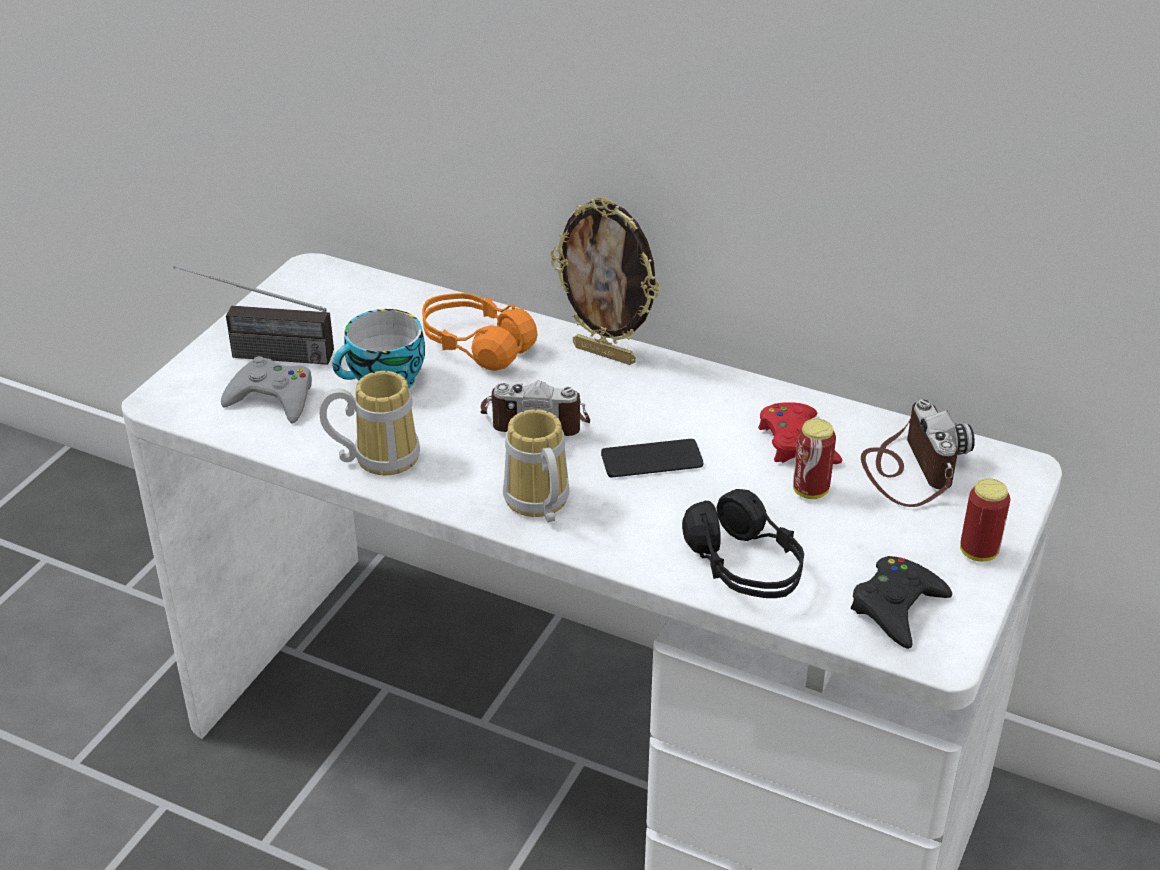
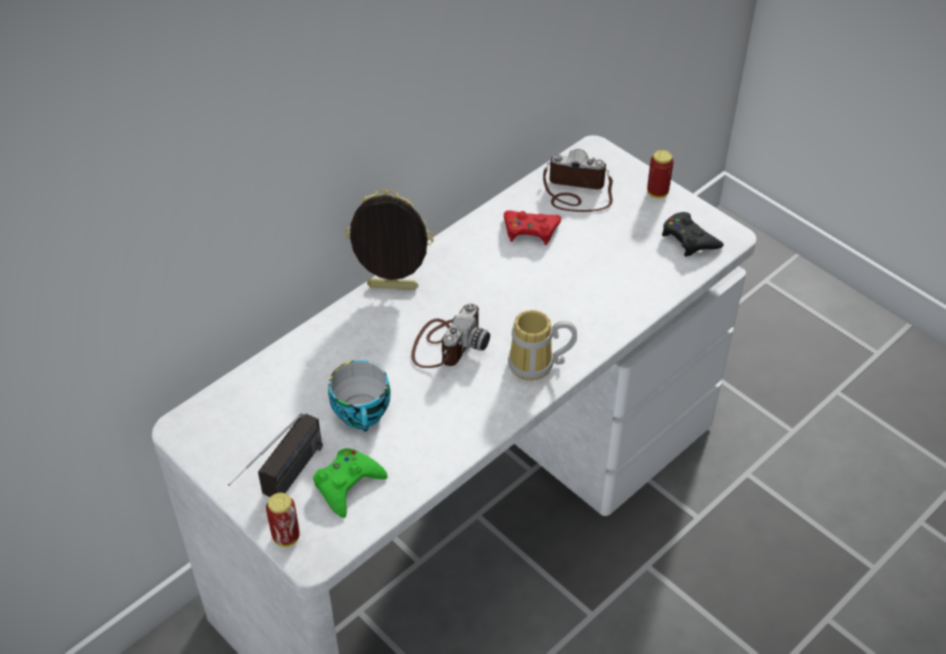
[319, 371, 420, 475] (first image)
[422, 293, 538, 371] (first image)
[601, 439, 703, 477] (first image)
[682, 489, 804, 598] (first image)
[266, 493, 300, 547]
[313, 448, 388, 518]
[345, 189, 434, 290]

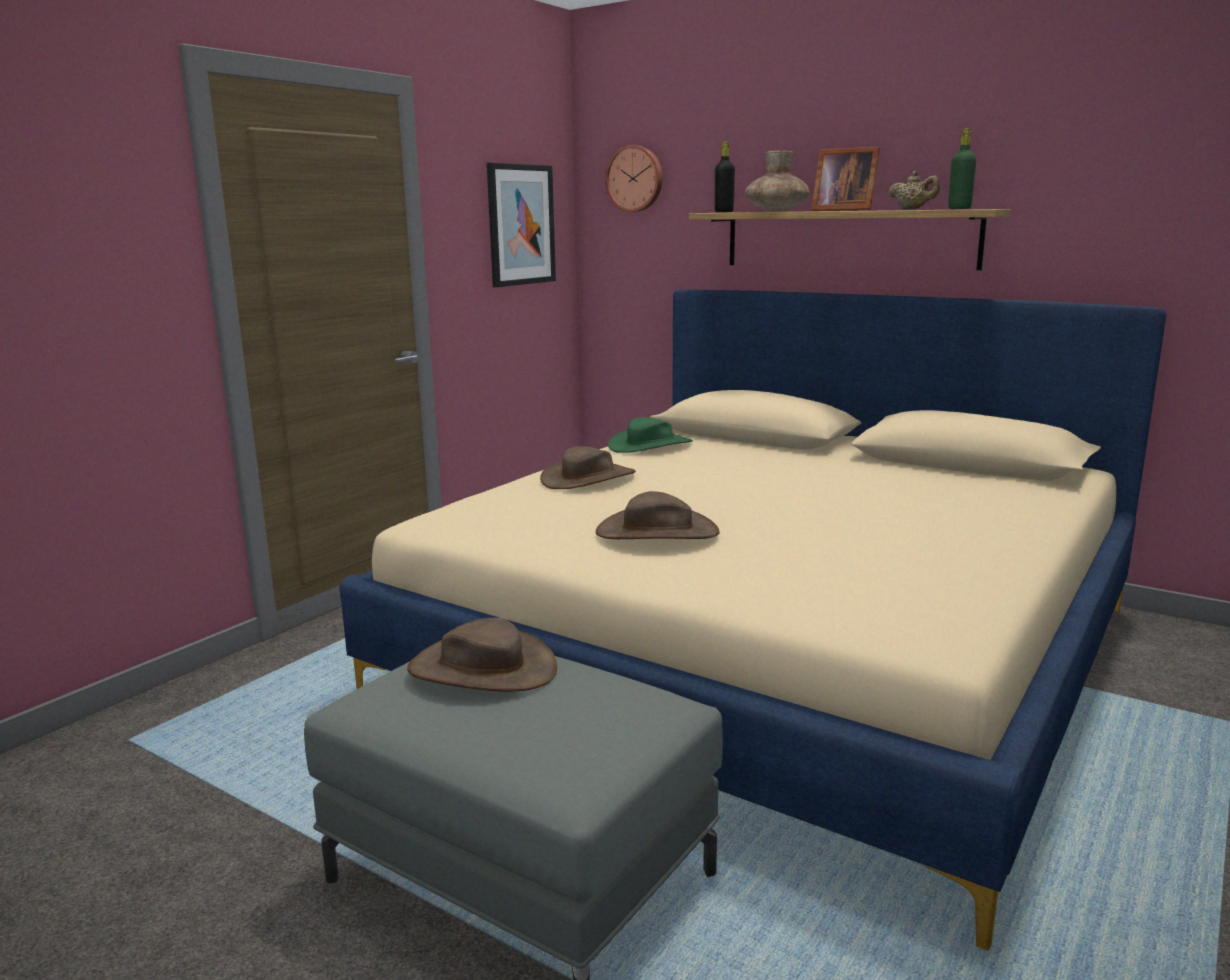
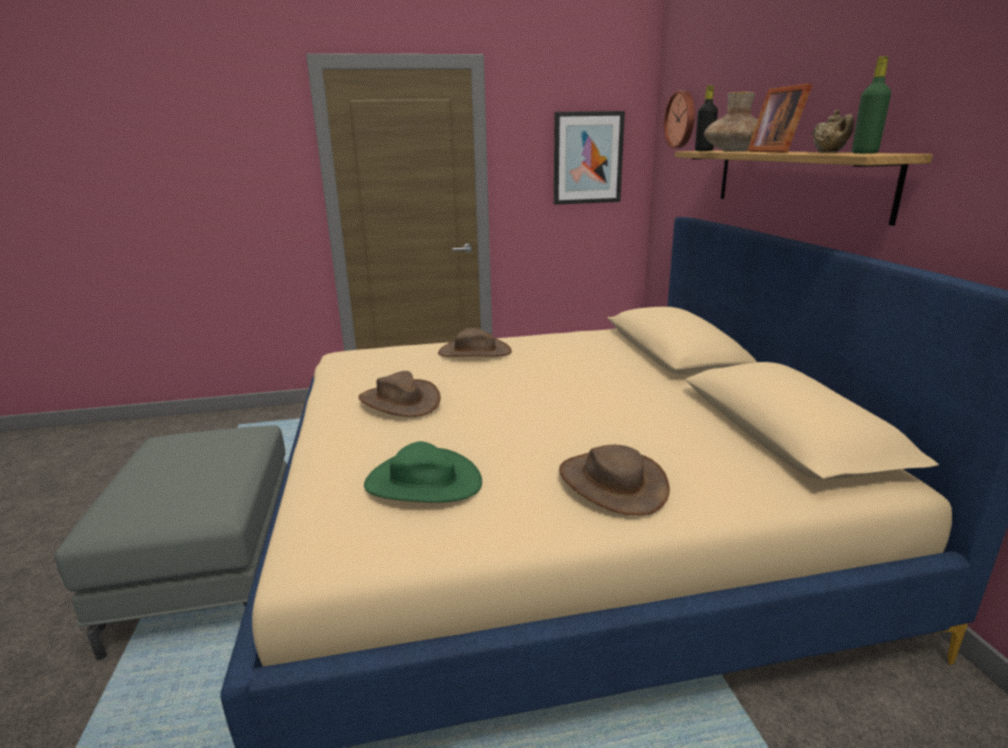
[559, 445, 670, 516]
[364, 441, 482, 503]

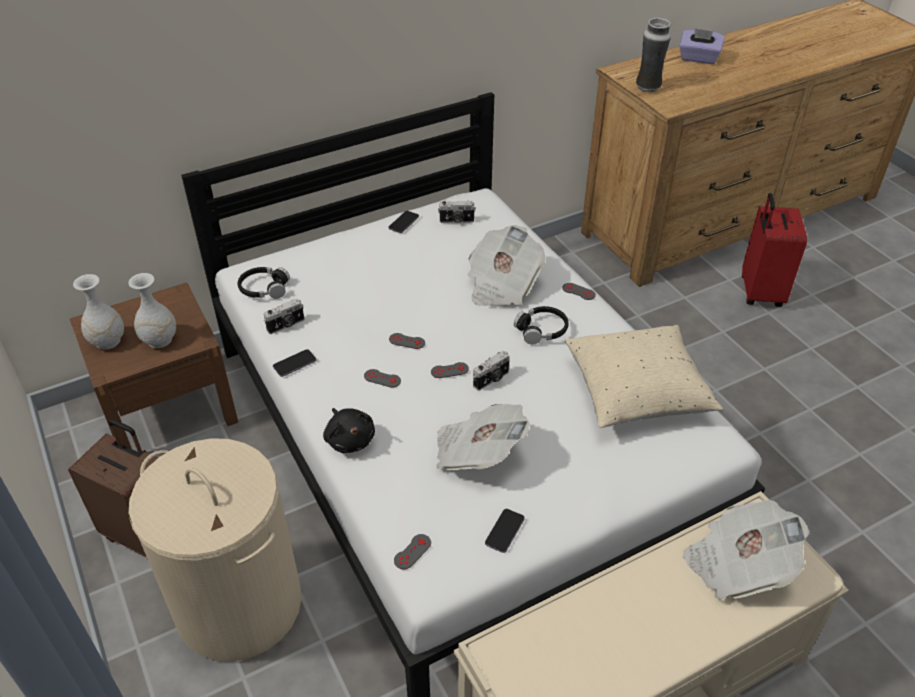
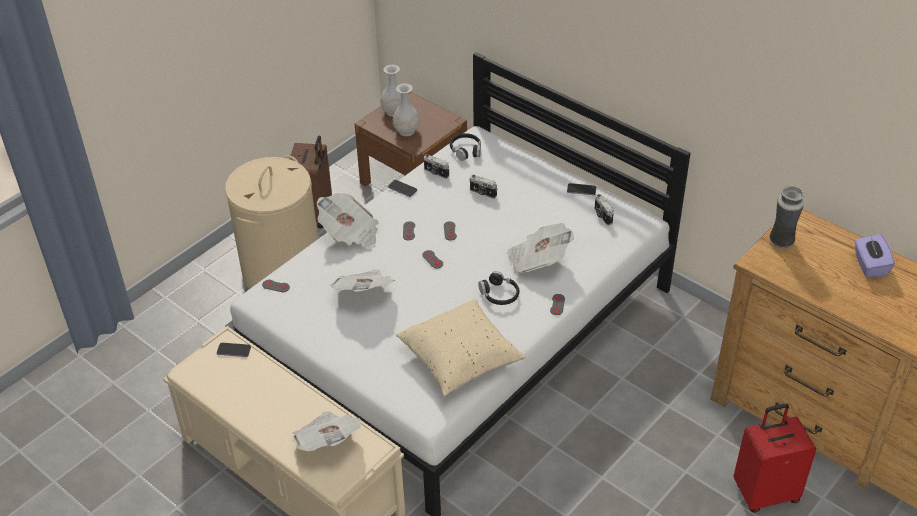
[469, 175, 497, 199]
[217, 343, 251, 357]
[317, 193, 379, 248]

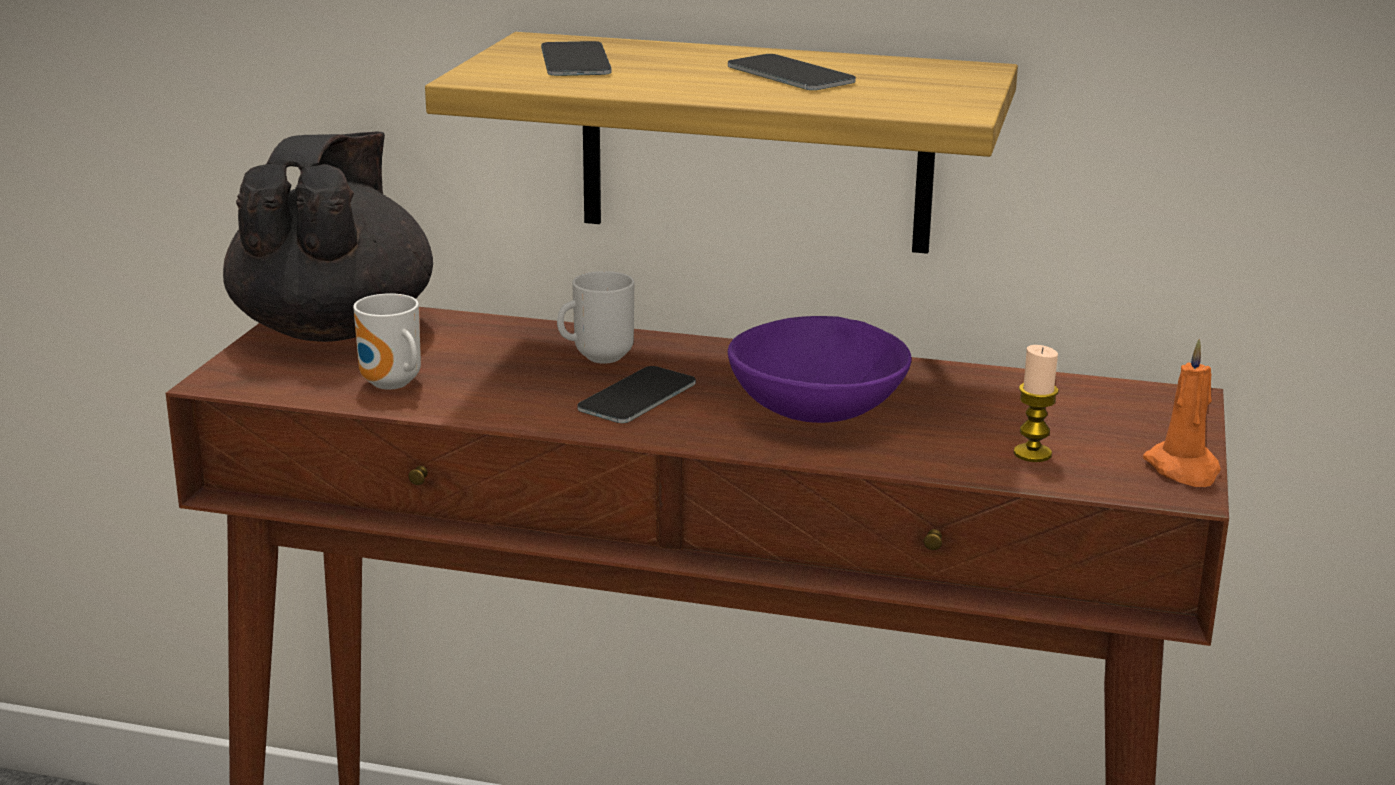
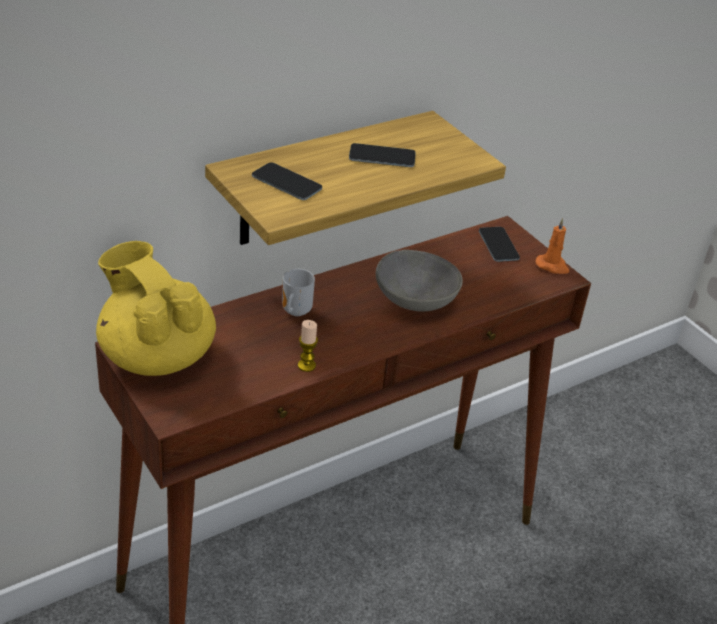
[353, 293, 421, 390] (first image)
[479, 227, 520, 262]
[298, 320, 318, 372]
[96, 241, 216, 376]
[376, 250, 463, 312]

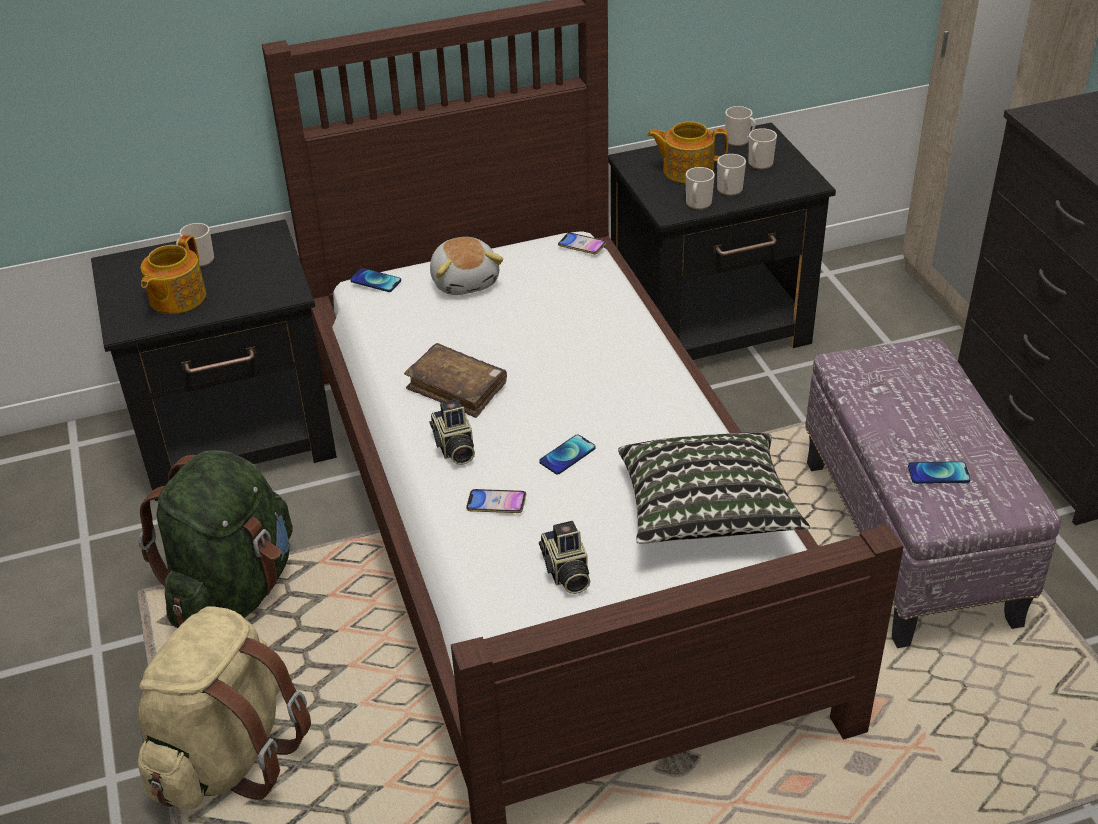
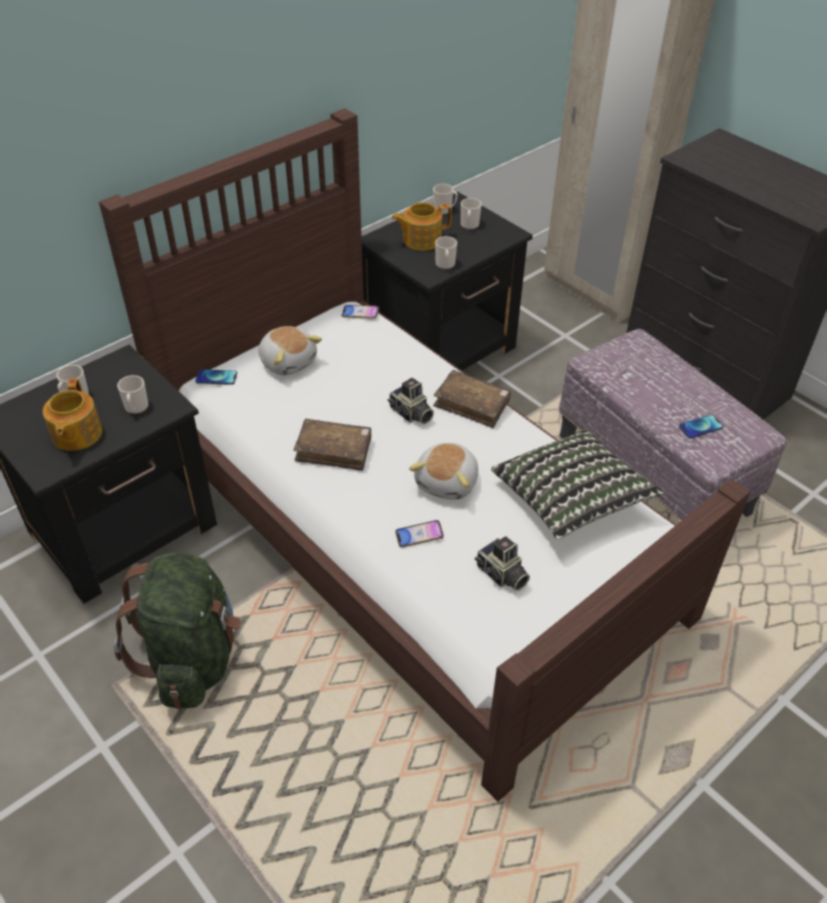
[138, 606, 311, 810] (first image)
[433, 370, 511, 428]
[388, 378, 434, 424]
[117, 375, 148, 414]
[409, 443, 478, 500]

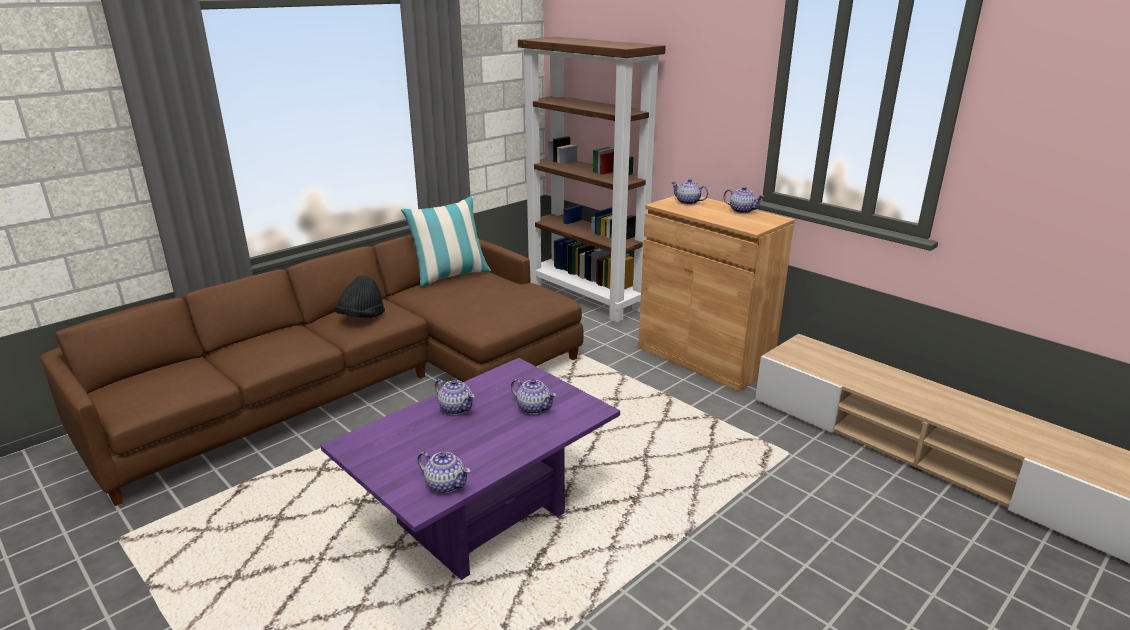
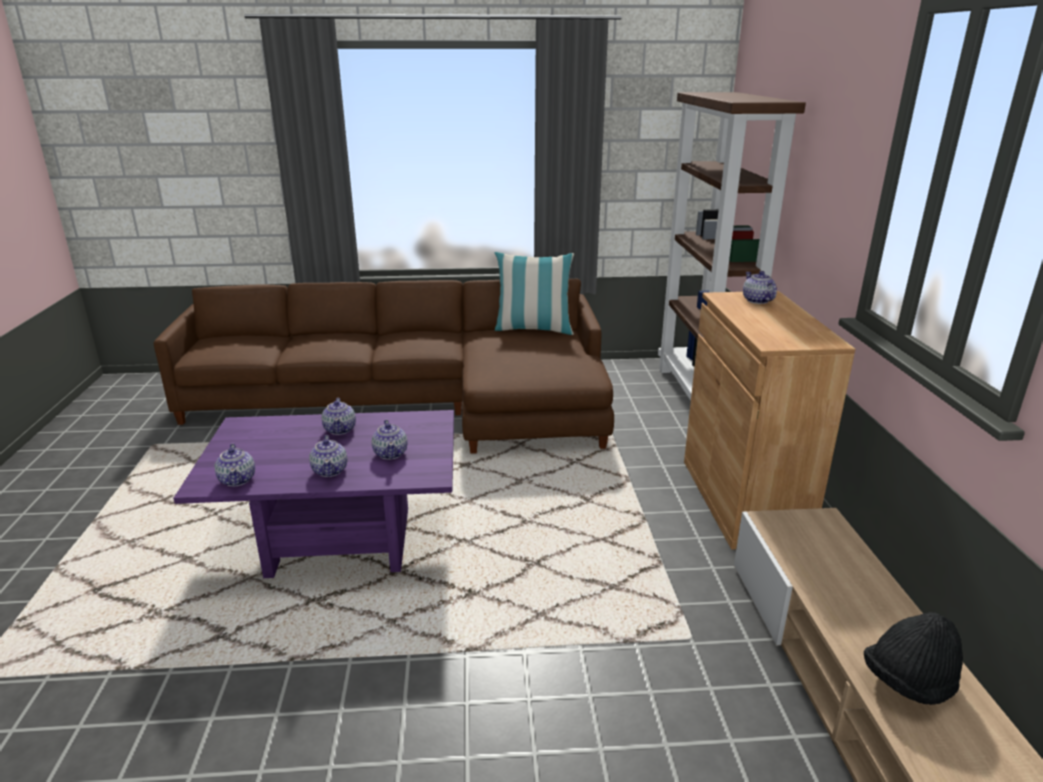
[864, 612, 963, 705]
[309, 435, 347, 477]

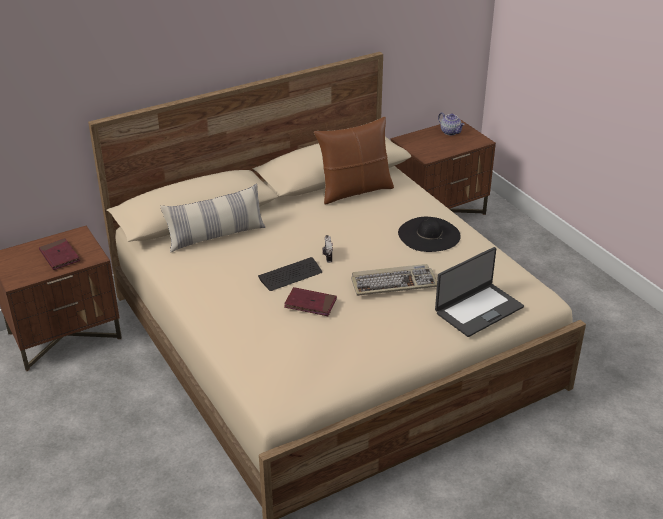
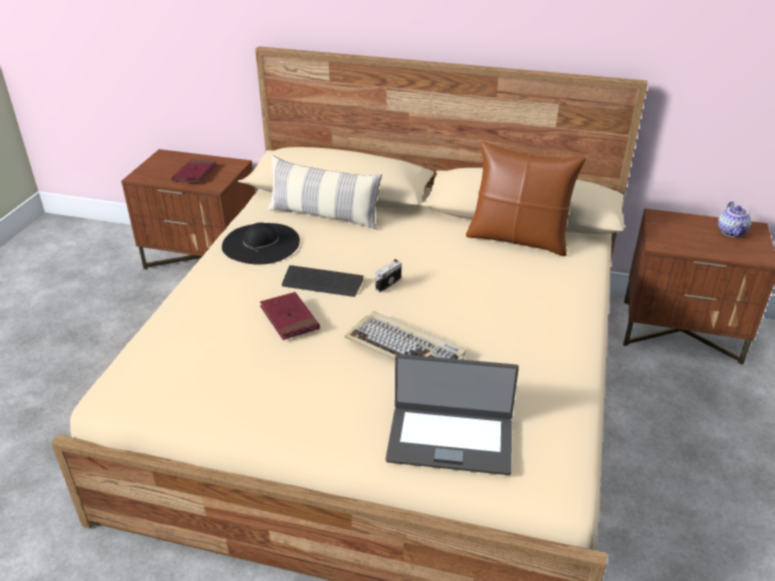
[222, 222, 300, 265]

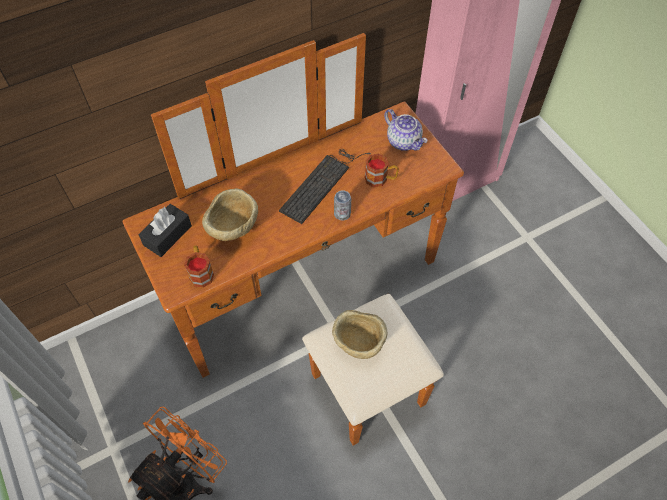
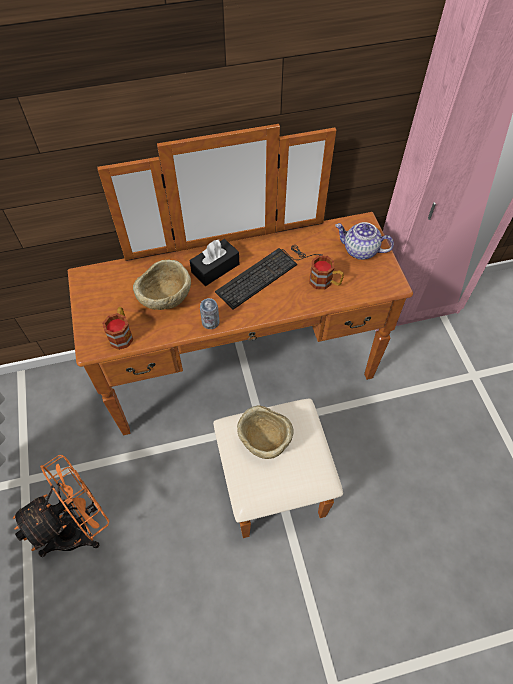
[190, 239, 239, 286]
[200, 298, 219, 329]
[335, 222, 394, 260]

